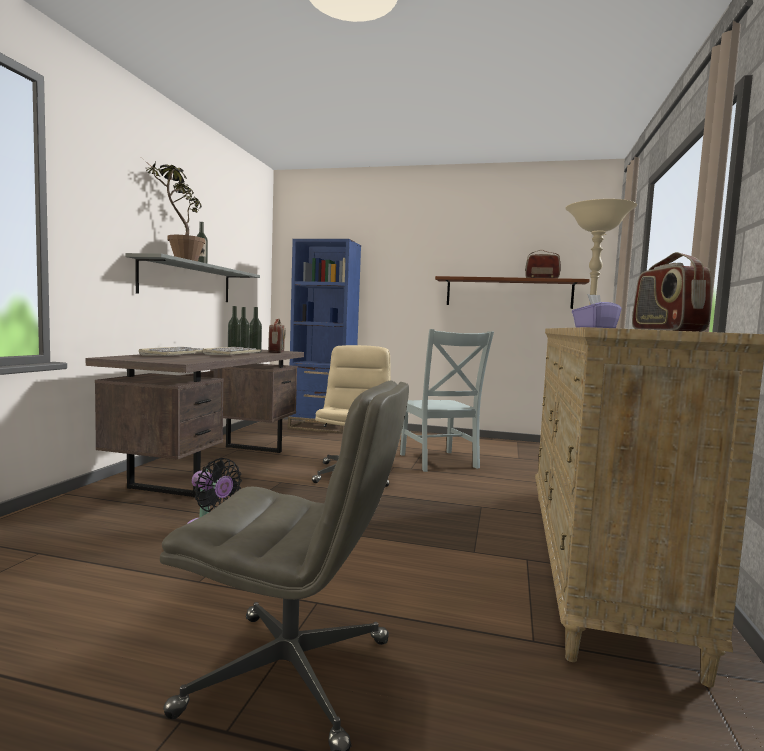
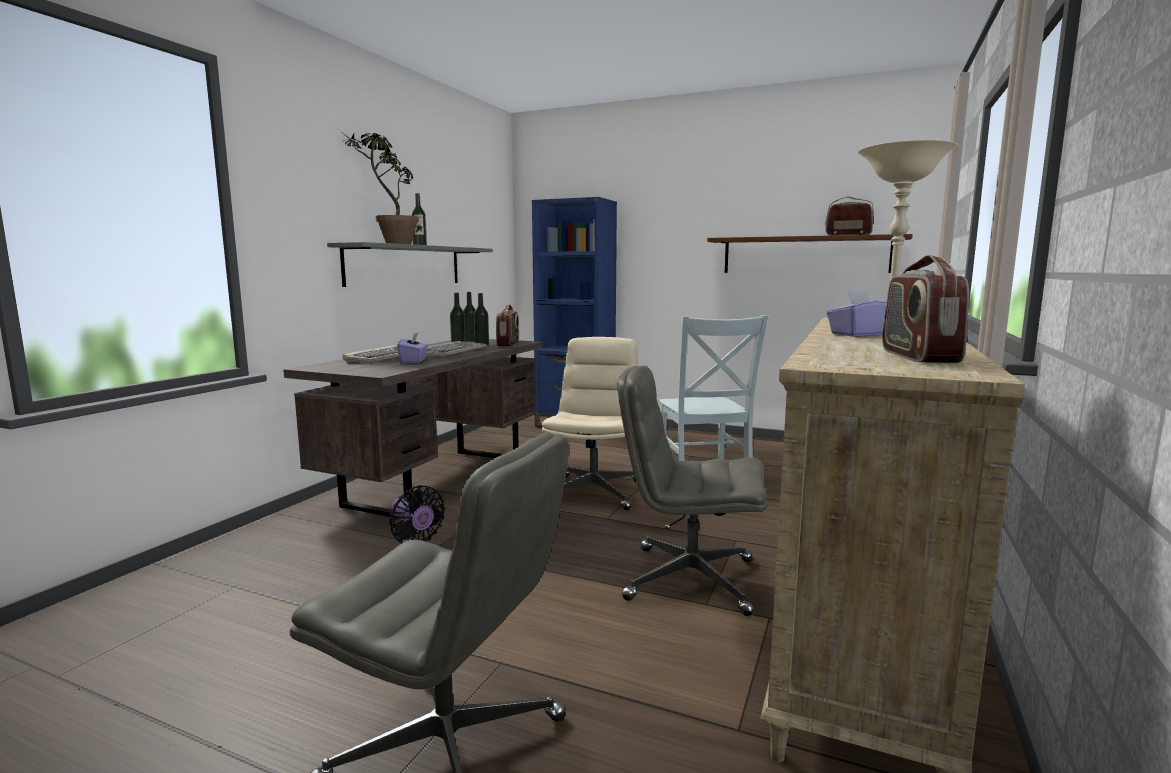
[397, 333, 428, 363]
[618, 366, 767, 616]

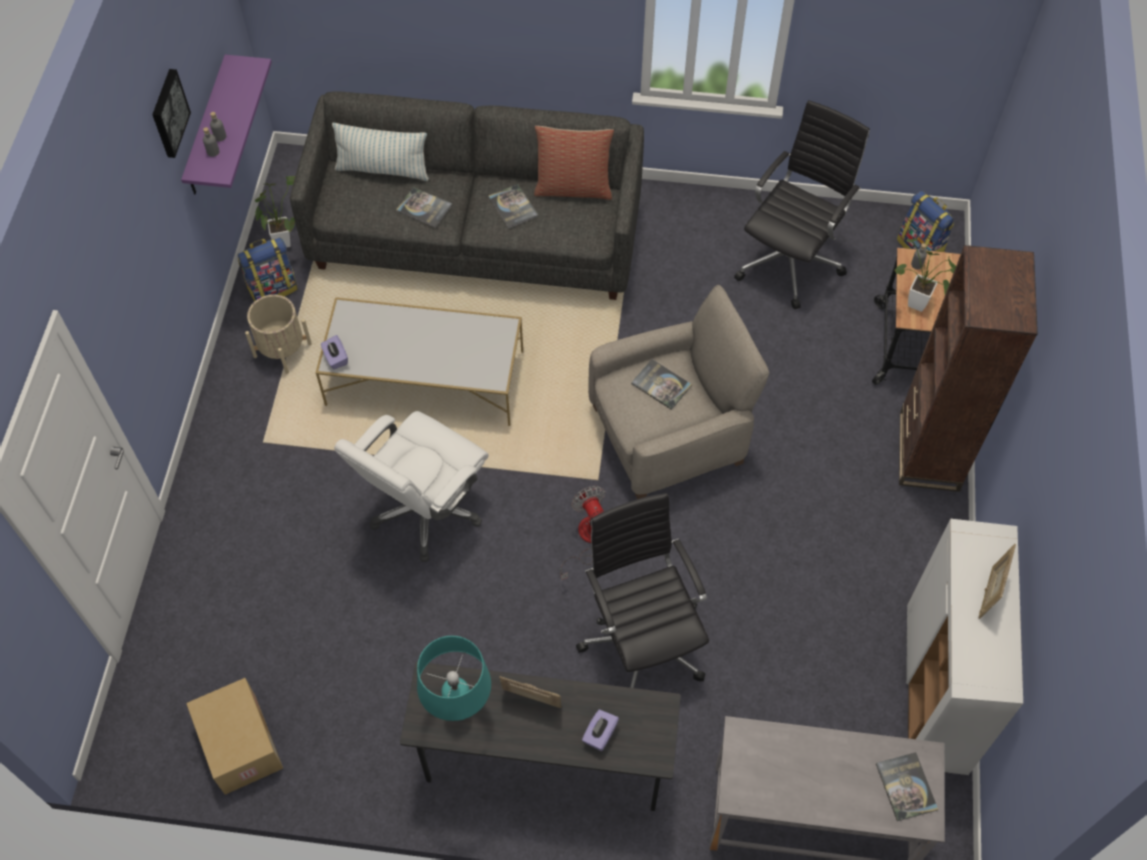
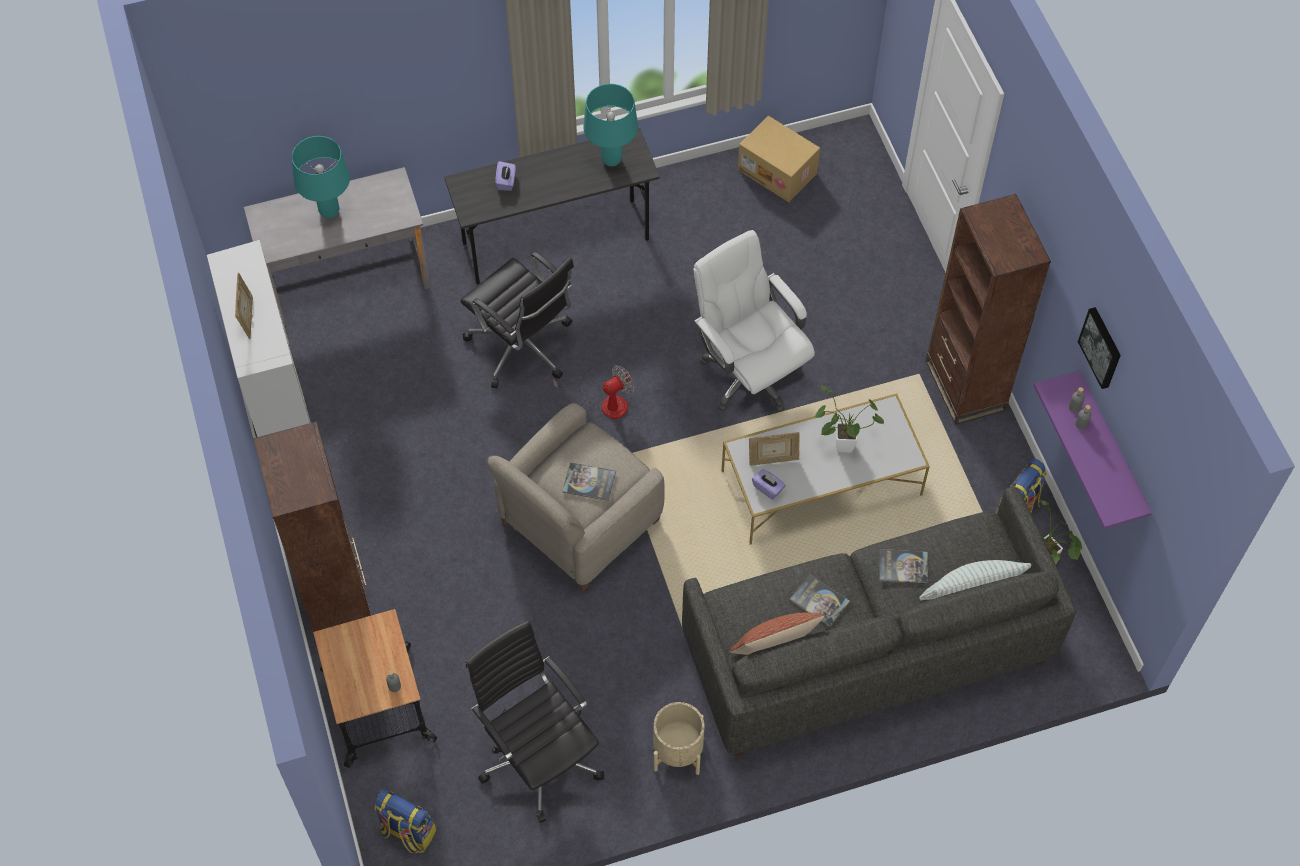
[876, 752, 938, 821] (first image)
[292, 136, 350, 218]
[926, 194, 1051, 425]
[654, 702, 704, 775]
[752, 469, 786, 500]
[749, 432, 800, 466]
[814, 385, 884, 452]
[693, 230, 815, 412]
[553, 365, 634, 419]
[466, 620, 604, 823]

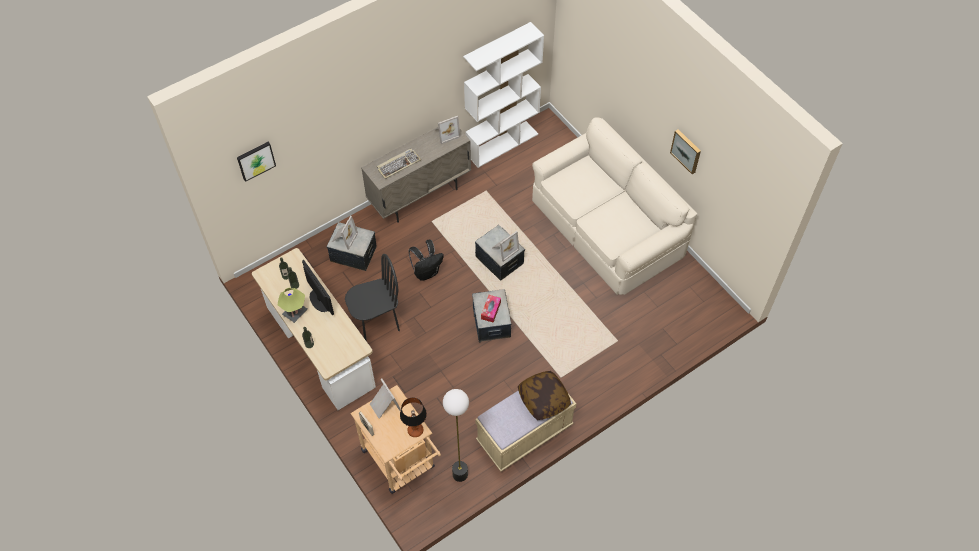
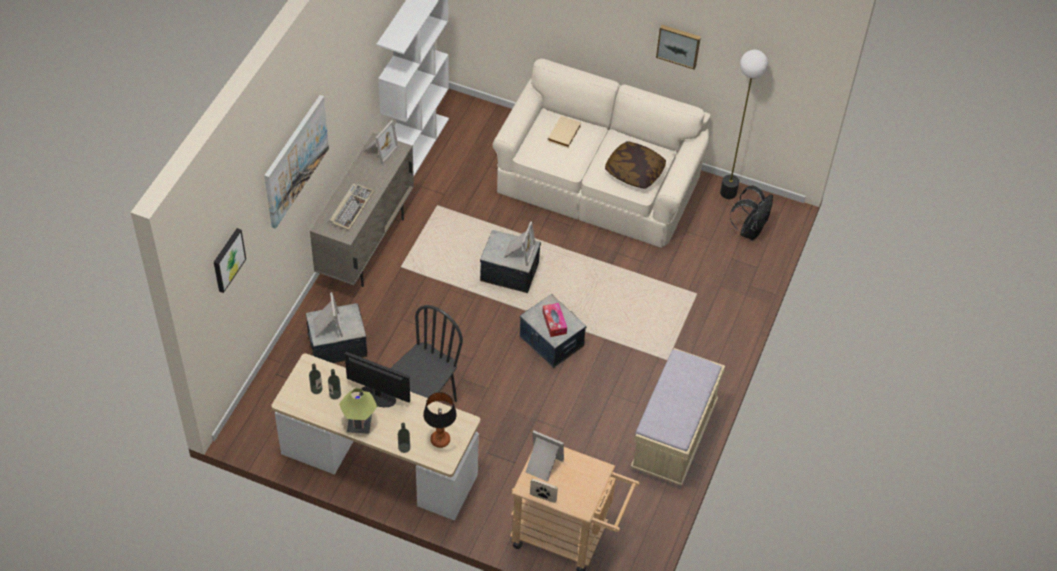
[264, 95, 329, 229]
[548, 116, 581, 148]
[423, 392, 457, 448]
[730, 186, 773, 240]
[720, 50, 768, 199]
[605, 141, 666, 189]

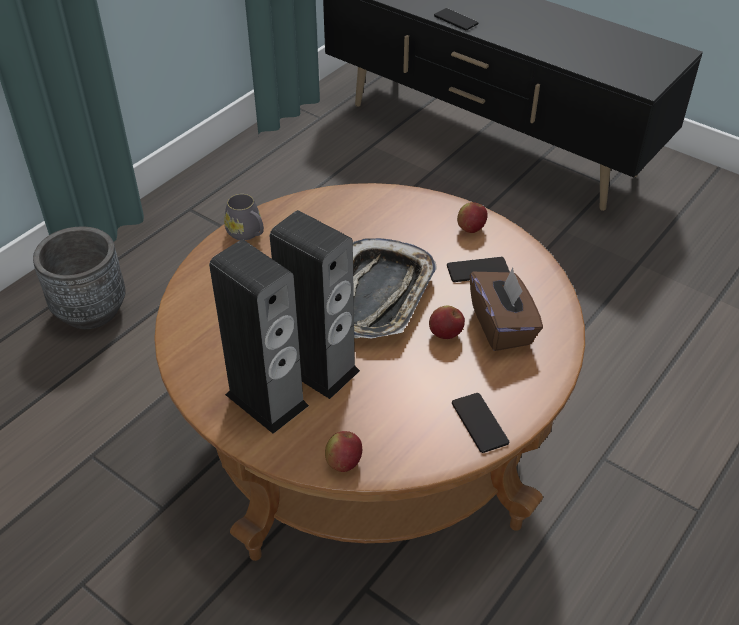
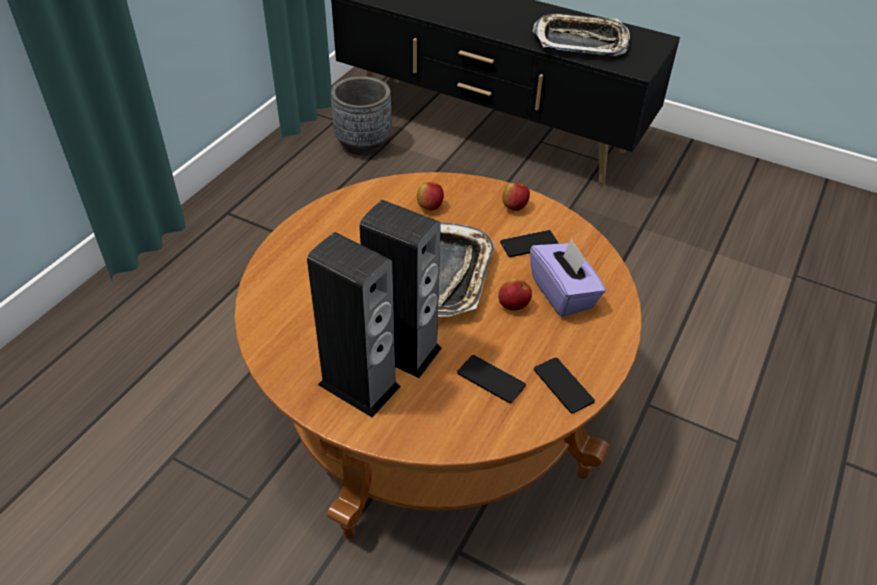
[224, 194, 264, 240] (first image)
[532, 14, 630, 56]
[331, 76, 392, 155]
[417, 182, 444, 211]
[457, 355, 526, 403]
[530, 238, 606, 317]

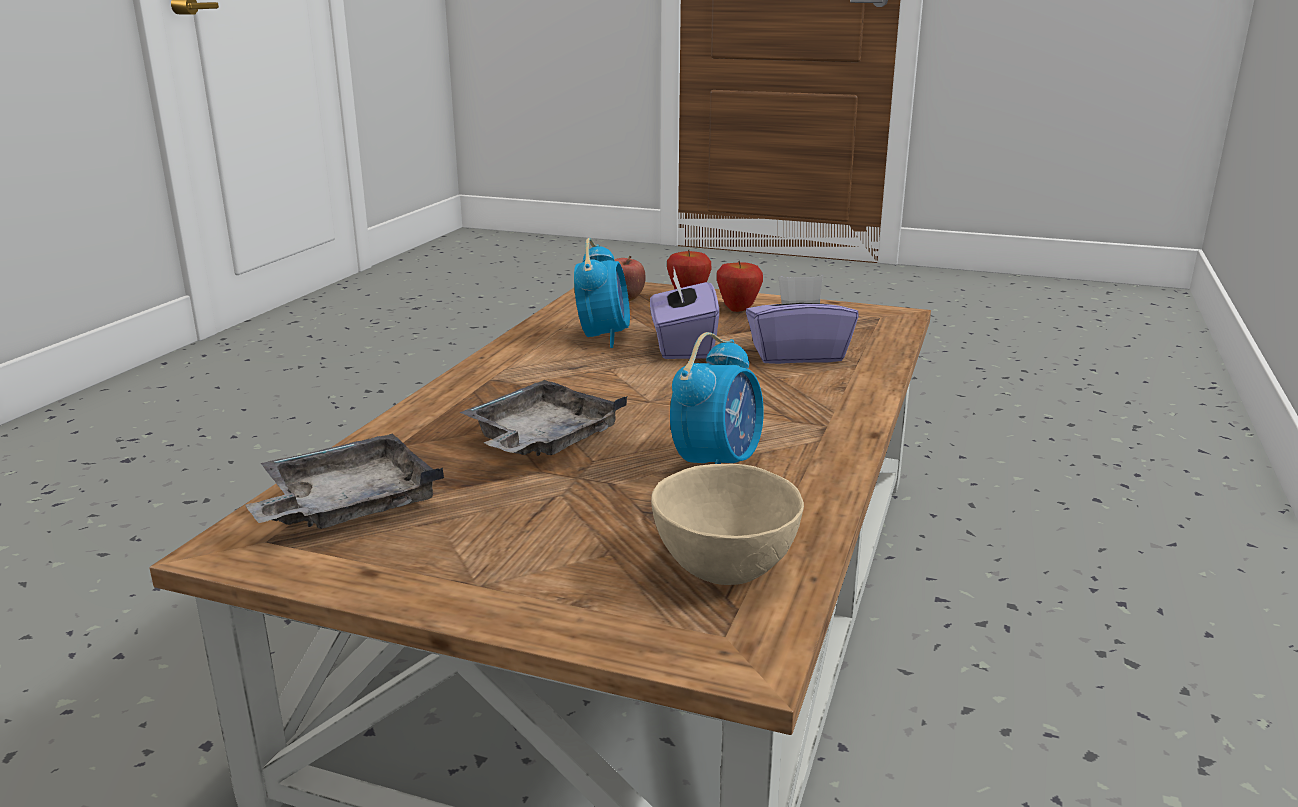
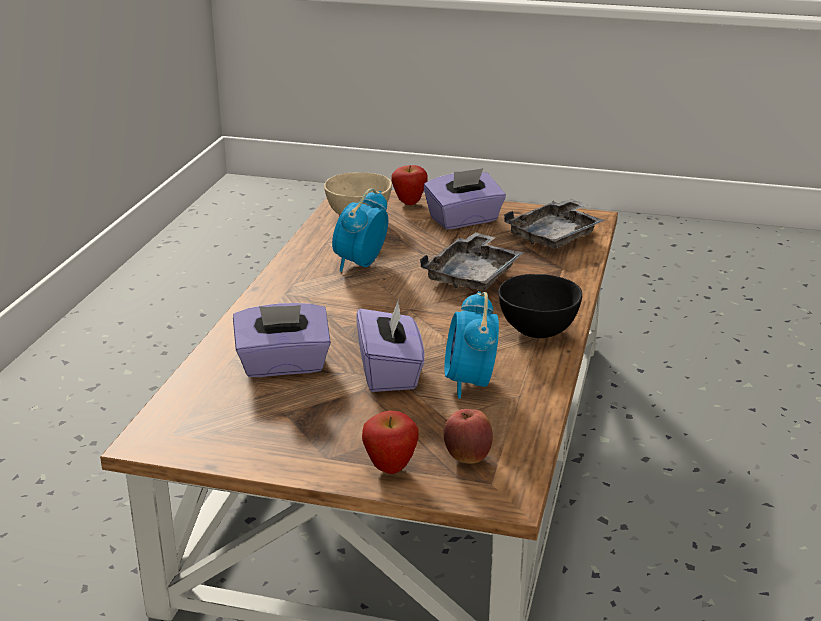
[424, 168, 506, 230]
[498, 274, 582, 338]
[391, 165, 428, 205]

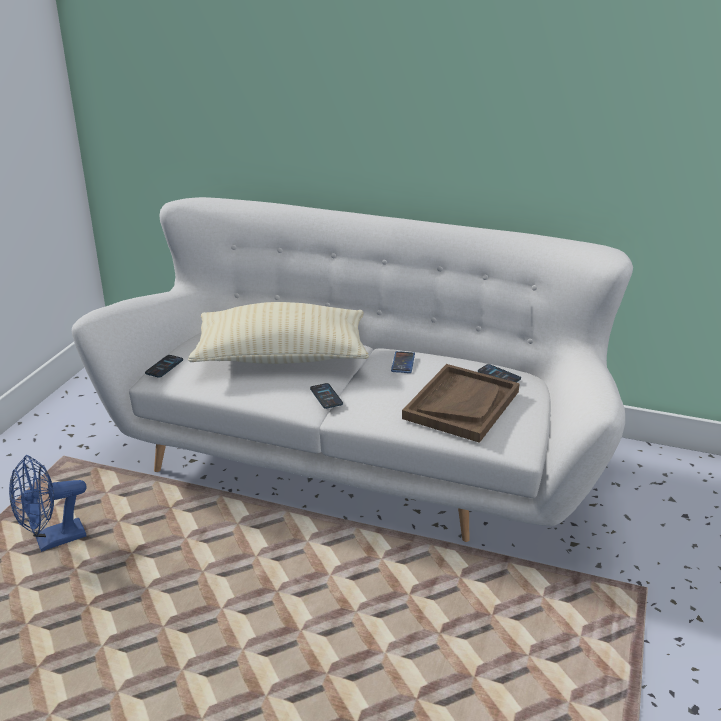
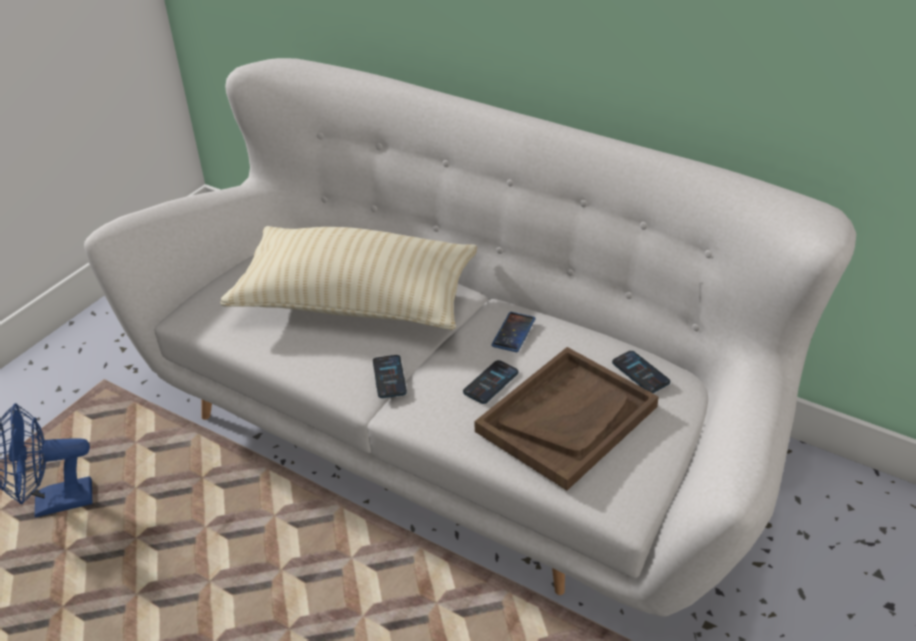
[463, 360, 518, 404]

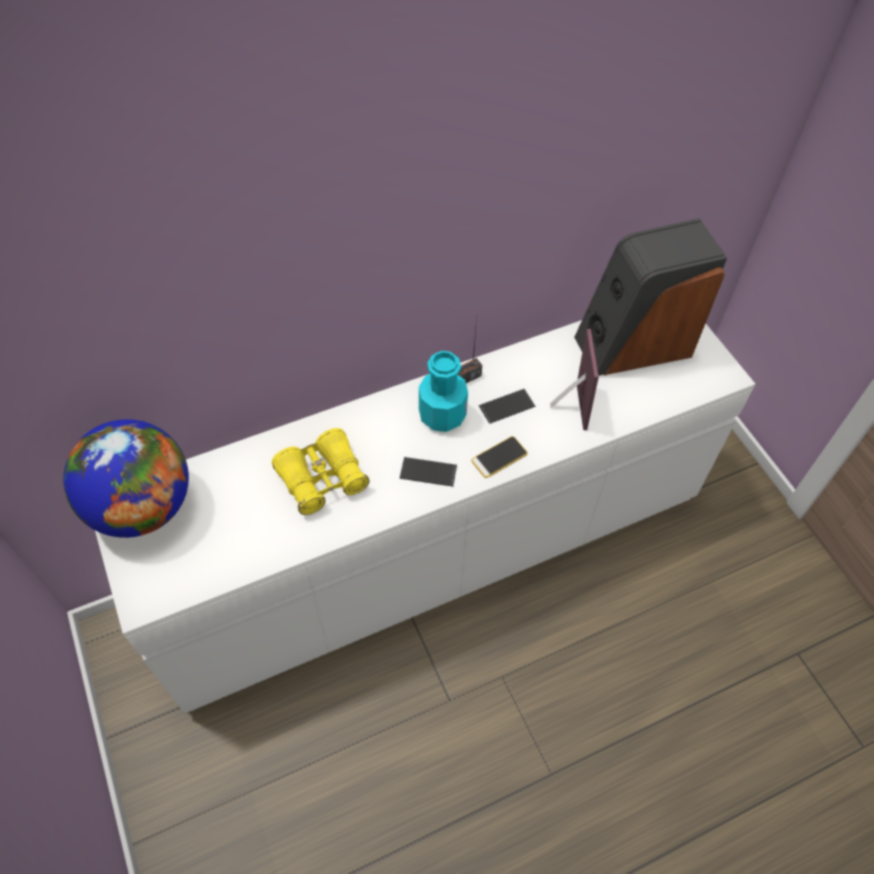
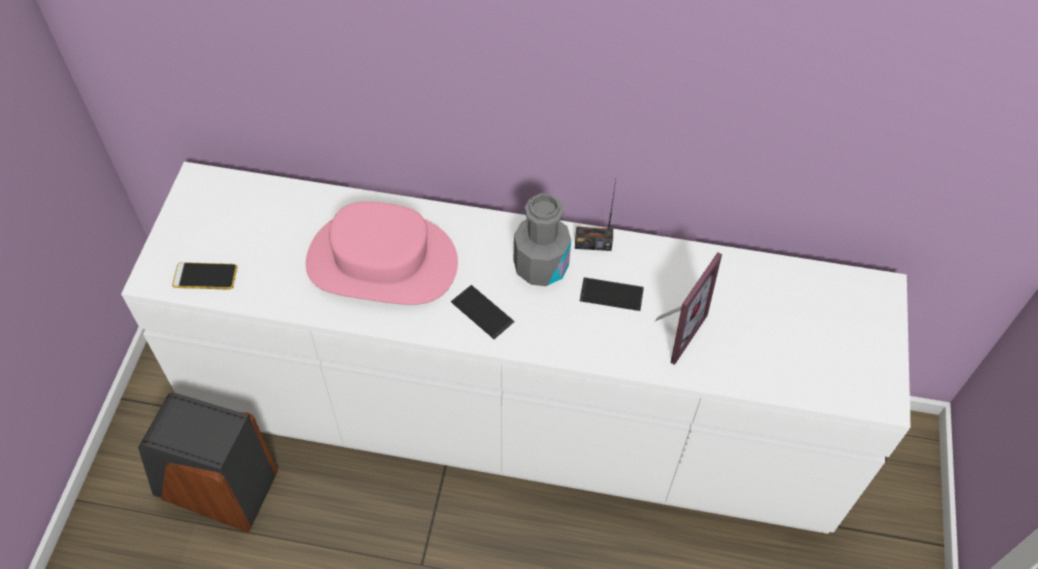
[63, 419, 189, 538] (first image)
[172, 262, 237, 290]
[138, 393, 278, 533]
[306, 201, 458, 305]
[514, 193, 571, 286]

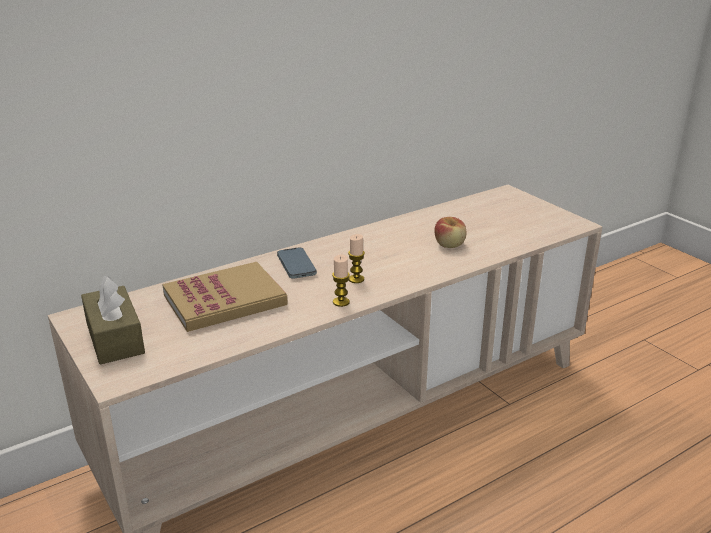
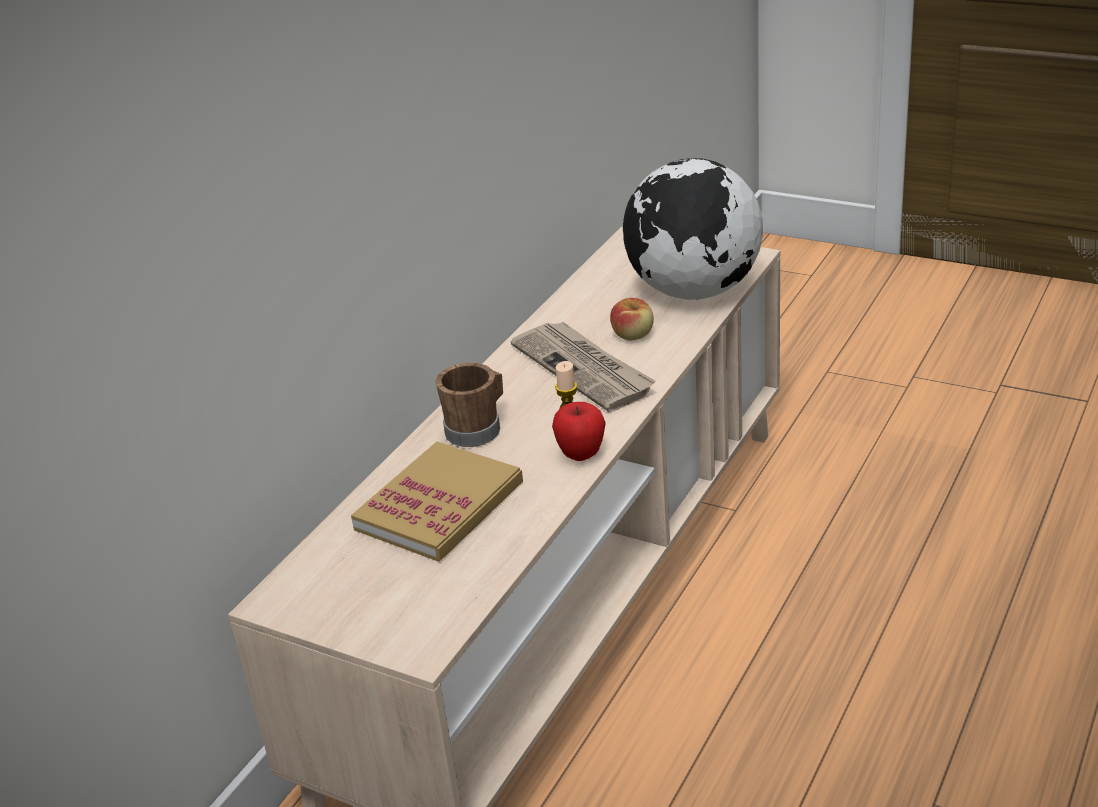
[81, 276, 145, 365] (first image)
[511, 322, 656, 412]
[623, 158, 763, 300]
[435, 363, 503, 447]
[552, 402, 606, 461]

